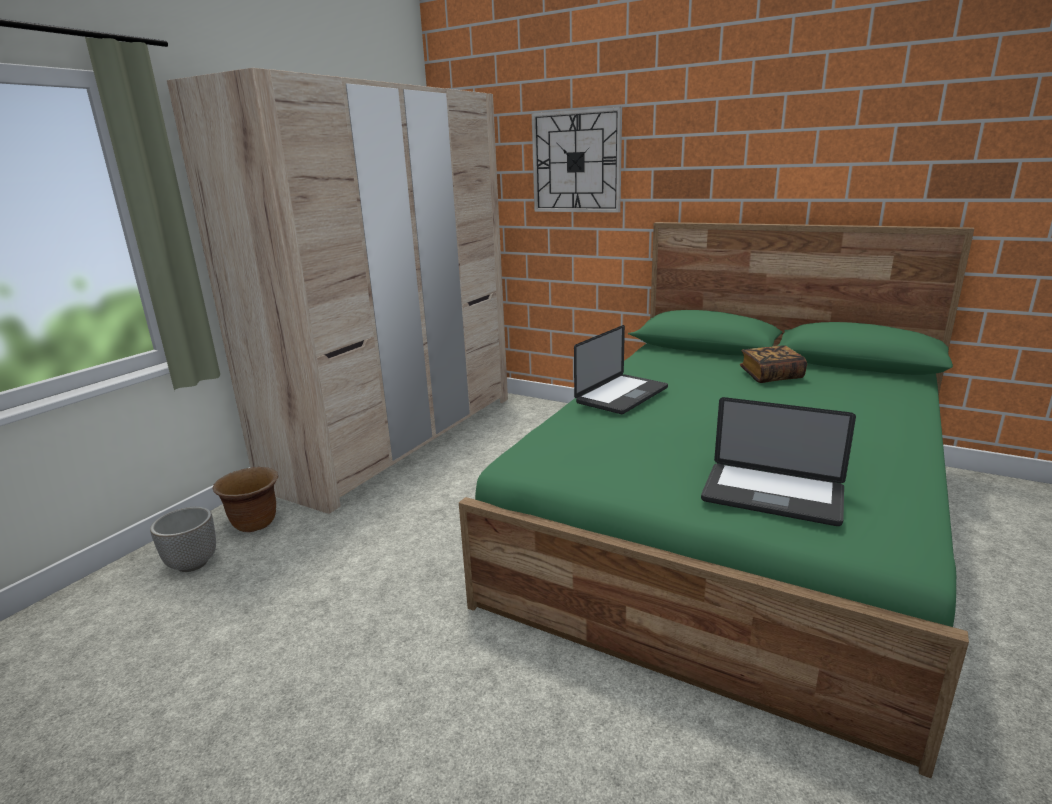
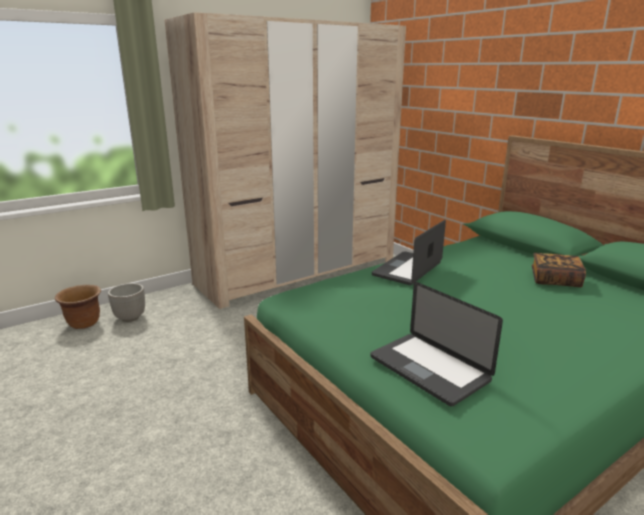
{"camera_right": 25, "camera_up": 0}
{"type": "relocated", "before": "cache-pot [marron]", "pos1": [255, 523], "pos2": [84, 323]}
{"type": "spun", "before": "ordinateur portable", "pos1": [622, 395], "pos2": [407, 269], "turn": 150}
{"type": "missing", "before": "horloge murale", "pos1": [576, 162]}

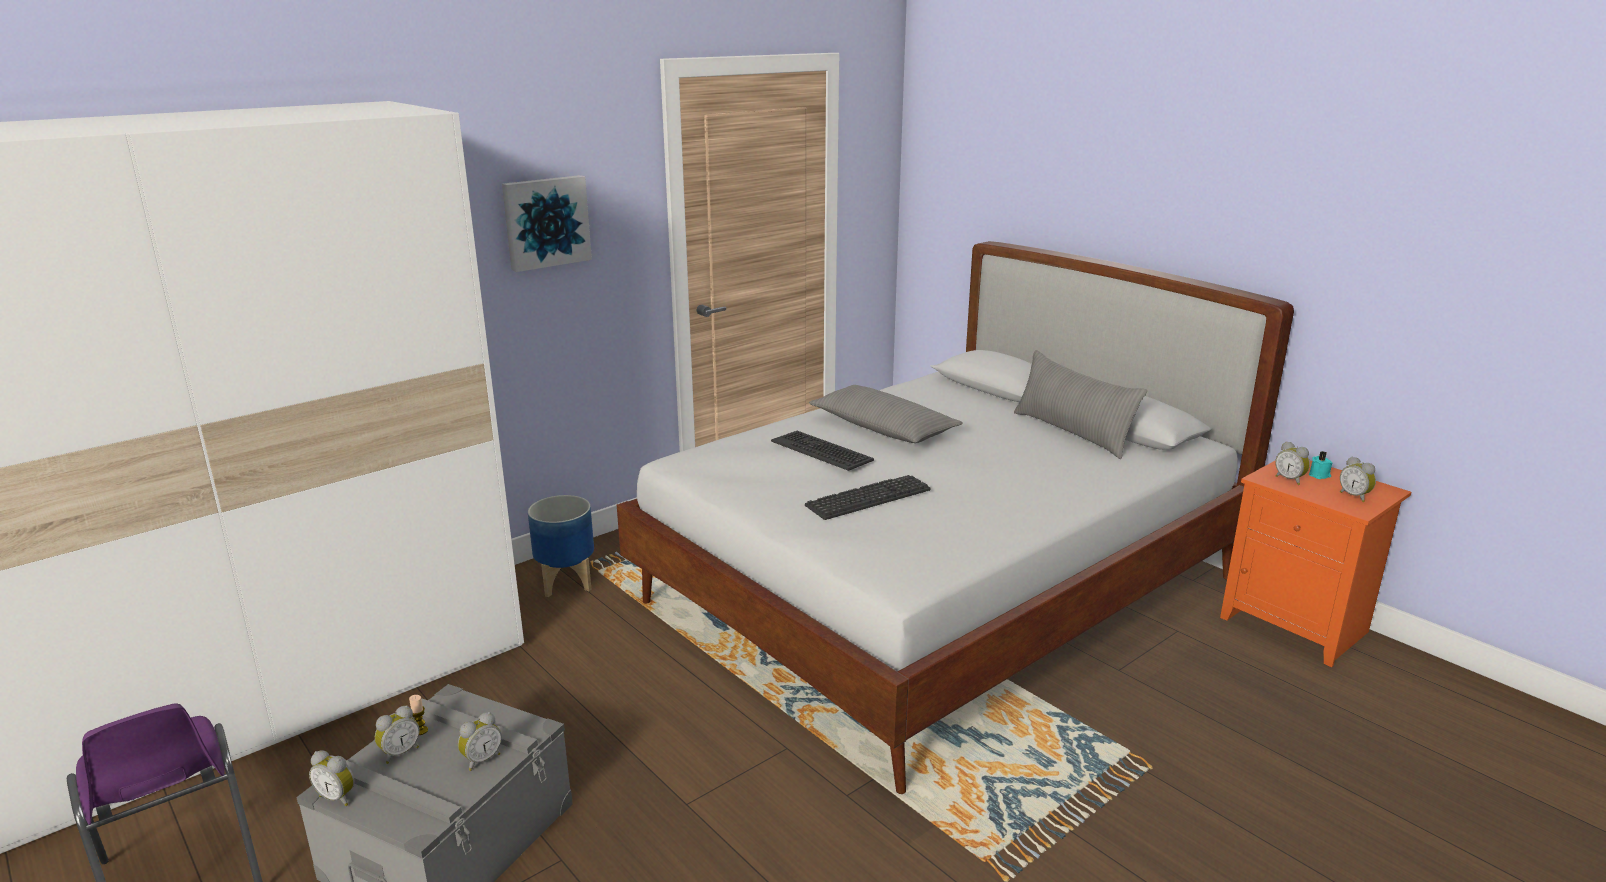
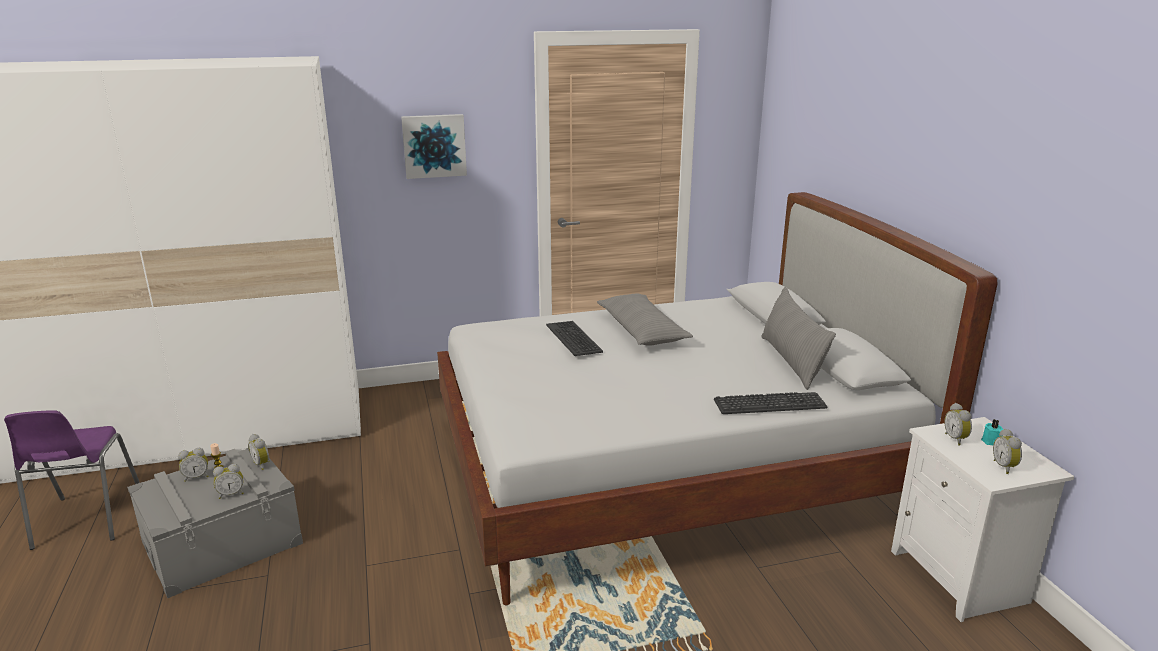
{"camera_right": 25, "camera_up": 0}
{"type": "relocated", "before": "réveil", "pos1": [338, 797], "pos2": [262, 464]}
{"type": "relocated", "before": "clavier", "pos1": [868, 498], "pos2": [769, 404]}
{"type": "colour", "before": "table de chevet [orange]", "after": "table de chevet [blanc]", "pos1": [1298, 625], "pos2": [961, 578]}
{"type": "missing", "before": "cache-pot", "pos1": [566, 582]}

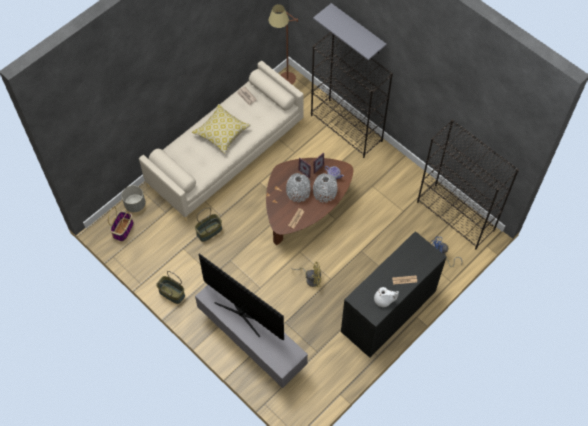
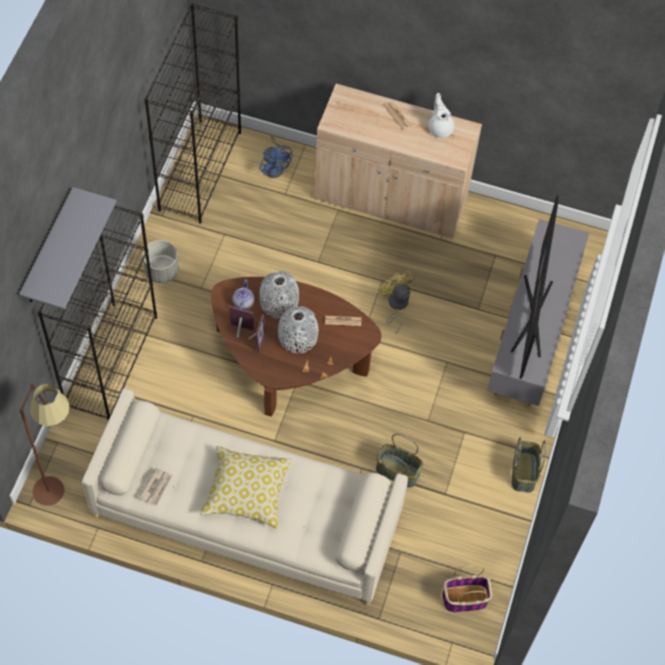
{"camera_right": -120, "camera_up": 0}
{"type": "relocated", "before": "cache-pot [gris]", "pos1": [135, 204], "pos2": [161, 271]}
{"type": "colour", "before": "meuble de rangement [noir]", "after": "meuble de rangement [beige]", "pos1": [388, 312], "pos2": [391, 198]}

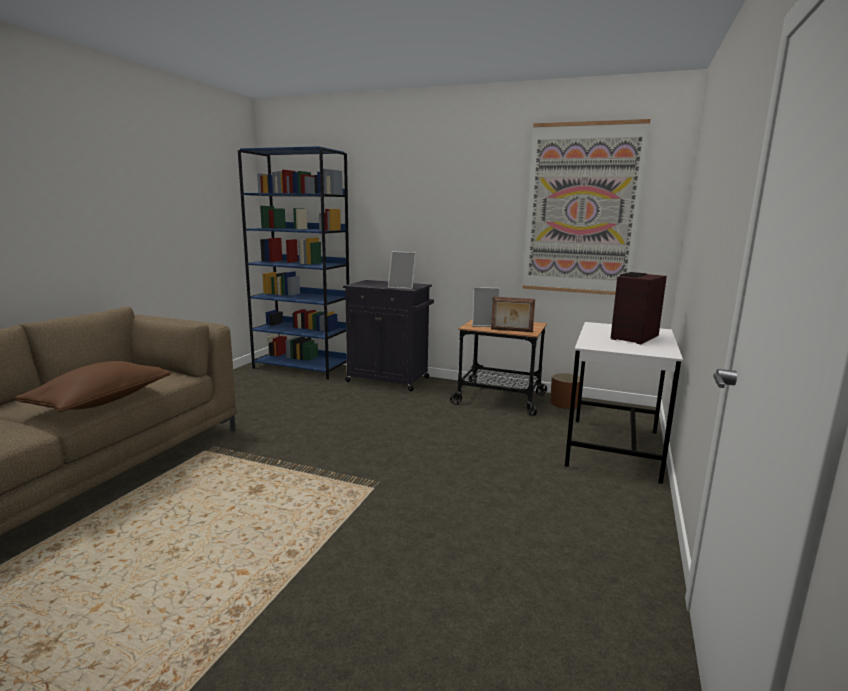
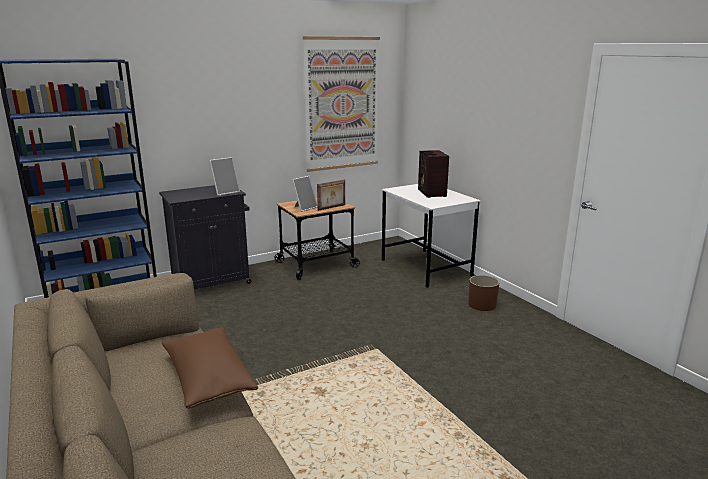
{"camera_right": -50, "camera_up": 5}
{"type": "relocated", "before": "cache-pot [marron]", "pos1": [565, 403], "pos2": [482, 305]}

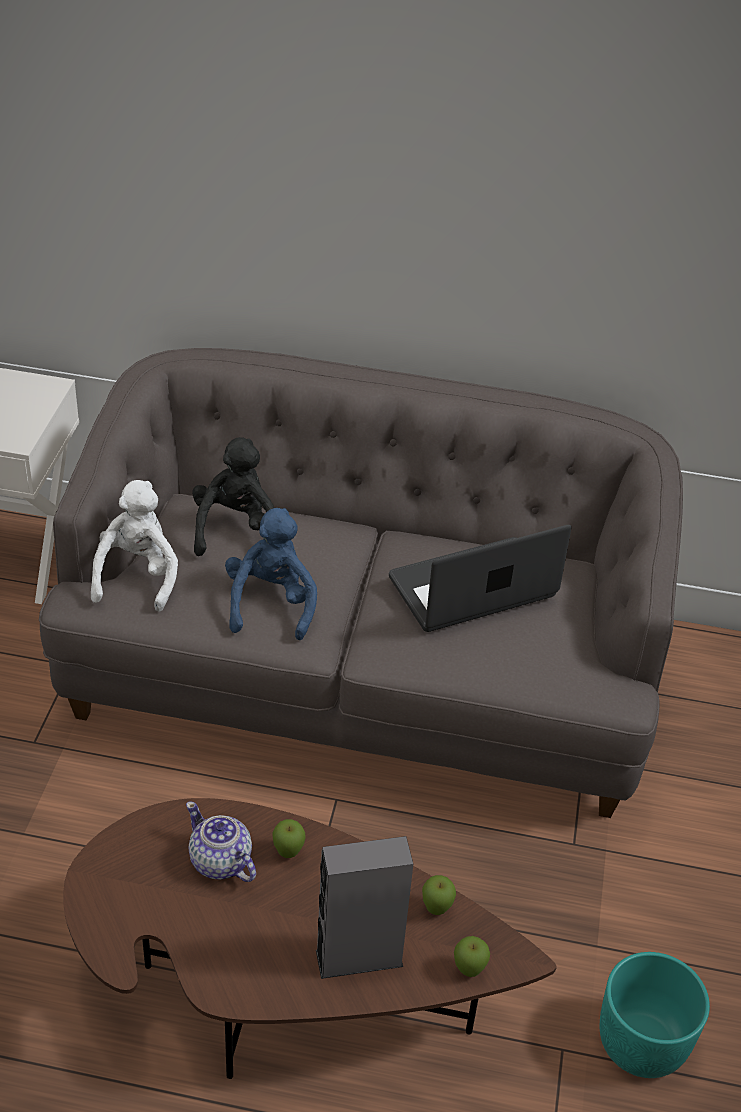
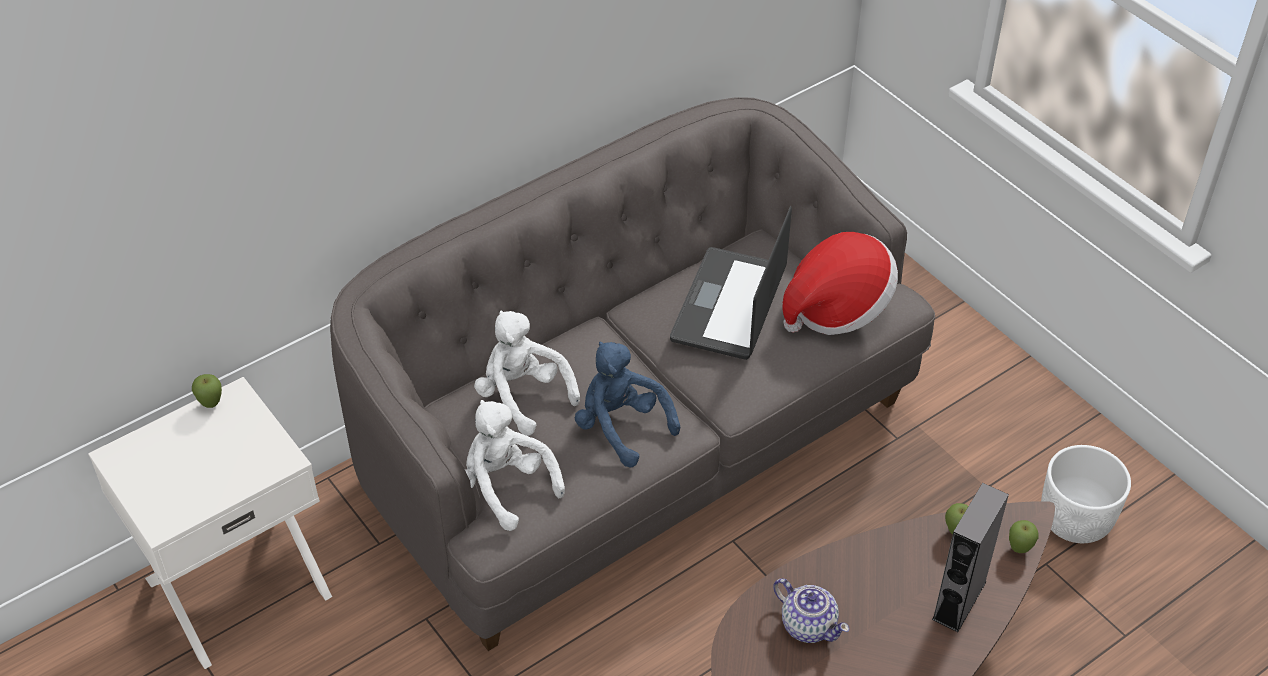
{"camera_right": -45, "camera_up": 5}
{"type": "relocated", "before": "pomme", "pos1": [288, 853], "pos2": [211, 404]}
{"type": "colour", "before": "peluche [noir]", "after": "peluche [blanc]", "pos1": [236, 531], "pos2": [523, 396]}
{"type": "spun", "before": "théière", "pos1": [220, 862], "pos2": [808, 625], "turn": -135}
{"type": "appeared", "after": "chapeau", "pos2": [837, 307]}
{"type": "colour", "before": "cache-pot [turquoise]", "after": "cache-pot [blanc]", "pos1": [642, 1043], "pos2": [1076, 519]}

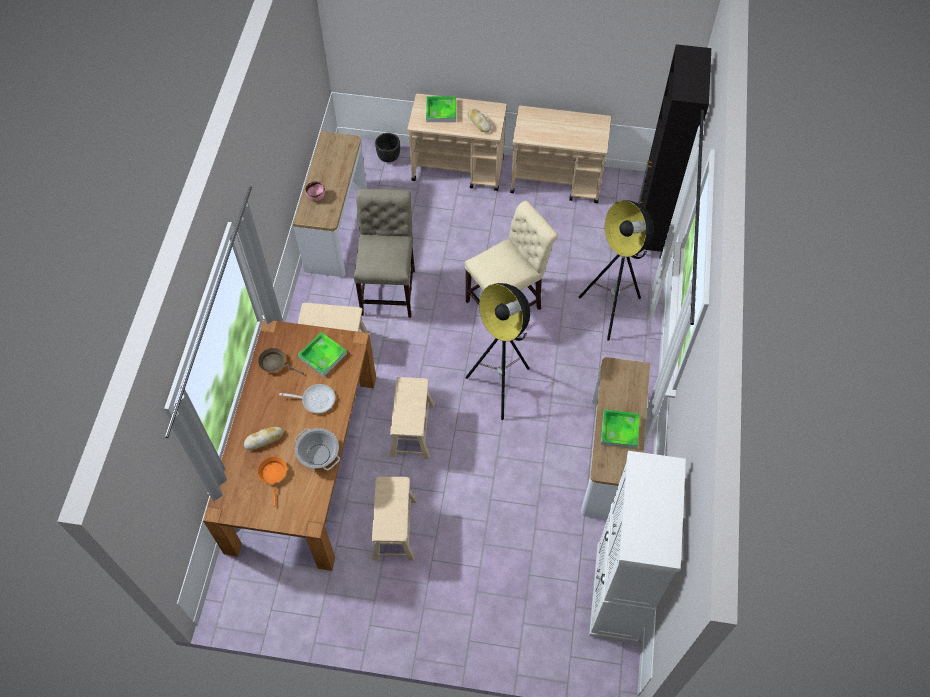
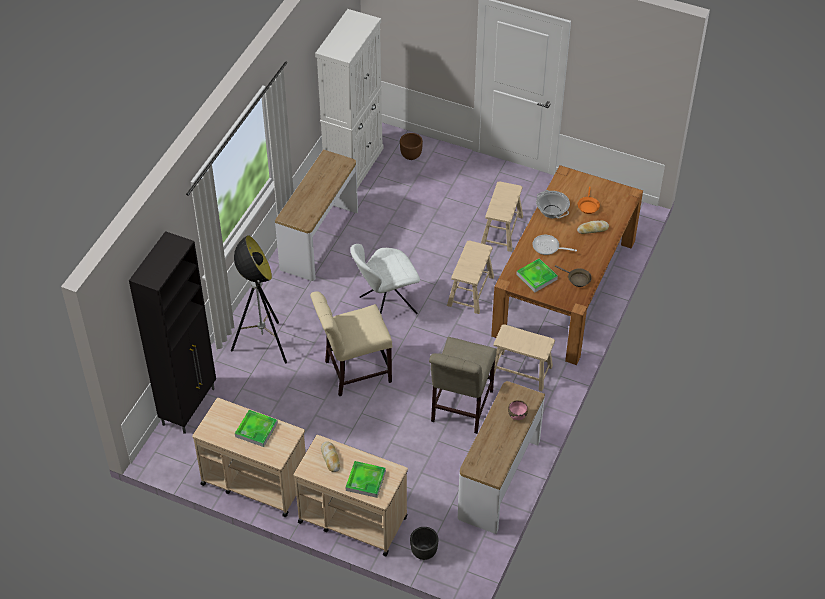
{"camera_right": -165, "camera_up": -10}
{"type": "relocated", "before": "plateau", "pos1": [619, 430], "pos2": [256, 430]}
{"type": "exchanged", "before": "lampadaire", "after": "chaise [blanc]", "pos1": [501, 387], "pos2": [386, 306]}
{"type": "appeared", "after": "cache-pot [marron]", "pos2": [411, 155]}

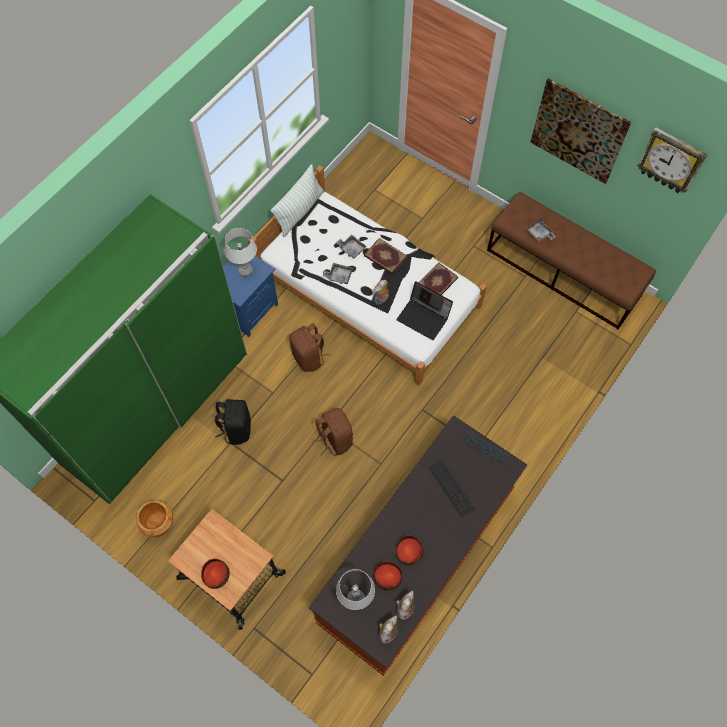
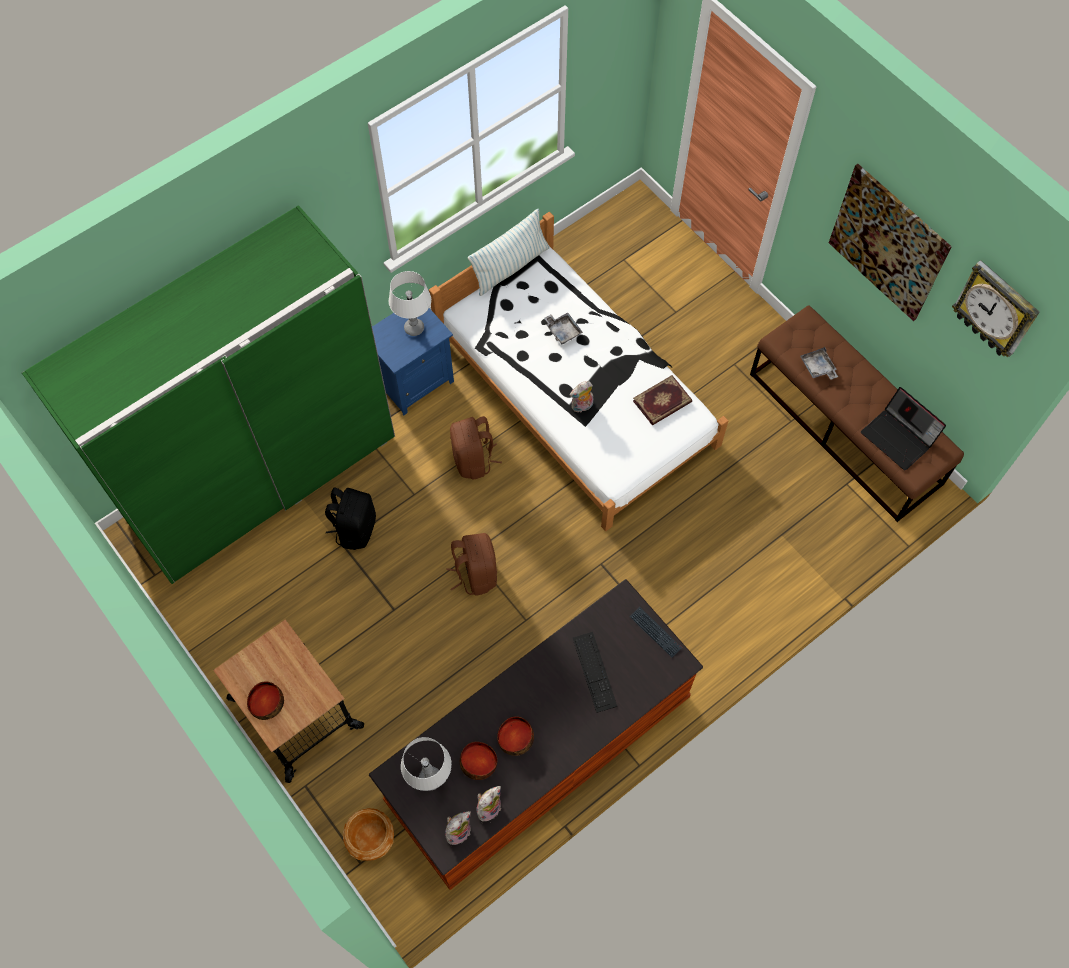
{"camera_right": 15, "camera_up": 0}
{"type": "relocated", "before": "cache-pot [marron]", "pos1": [158, 524], "pos2": [371, 839]}
{"type": "relocated", "before": "ordinateur portable", "pos1": [424, 317], "pos2": [898, 438]}
{"type": "missing", "before": "plateau [gris]", "pos1": [339, 276]}
{"type": "missing", "before": "livre", "pos1": [385, 257]}

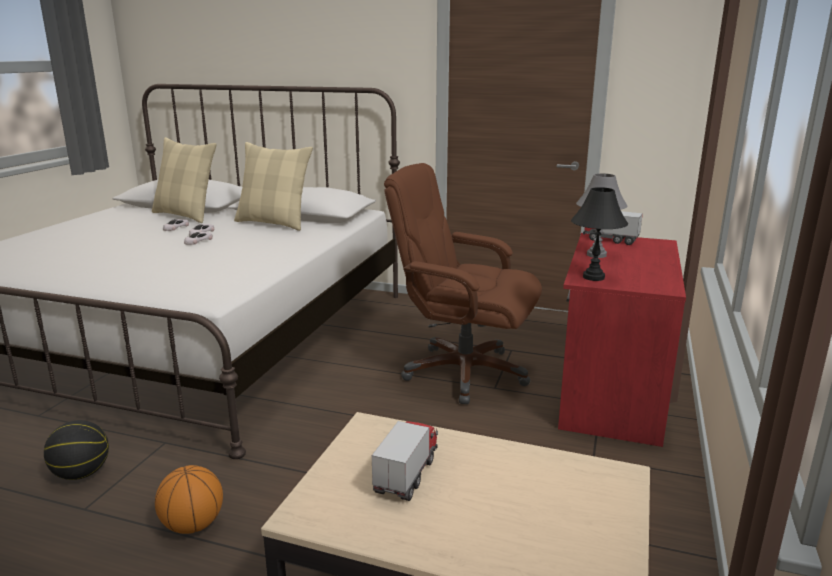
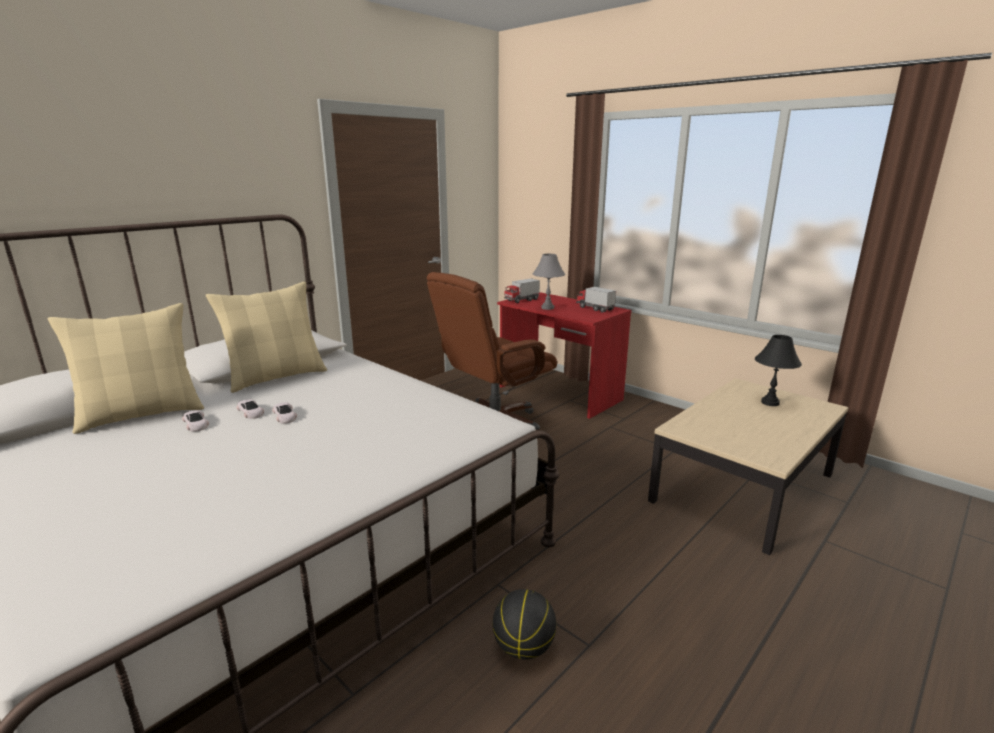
{"camera_right": -65, "camera_up": 0}
{"type": "relocated", "before": "camion jouet", "pos1": [406, 475], "pos2": [595, 308]}
{"type": "relocated", "before": "lampe de table [noir]", "pos1": [594, 277], "pos2": [770, 402]}
{"type": "missing", "before": "ballon de basket", "pos1": [193, 525]}

